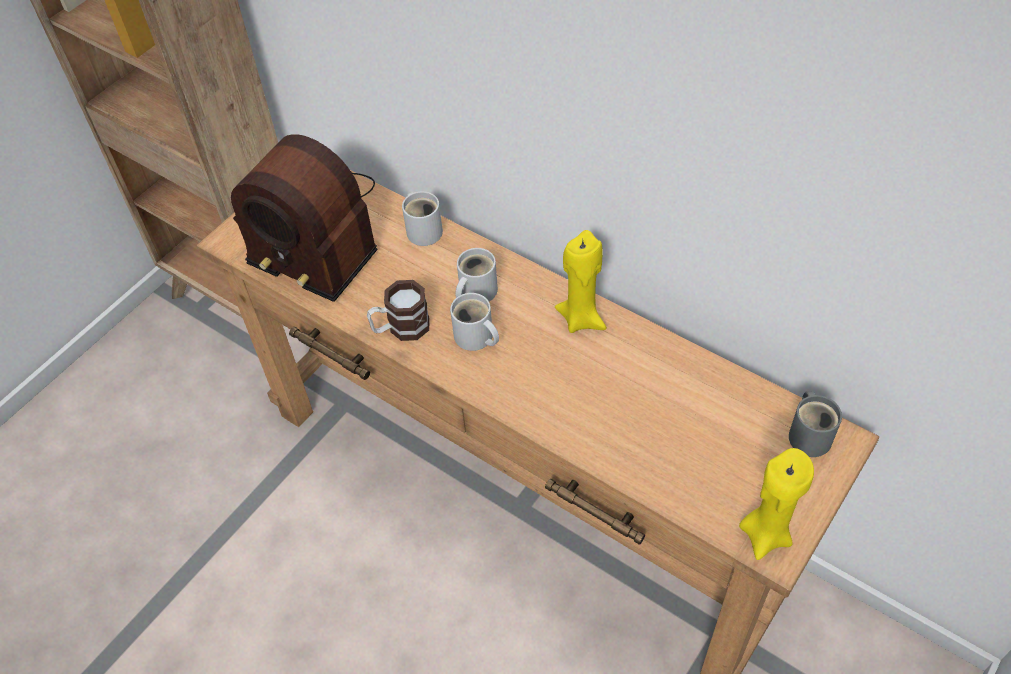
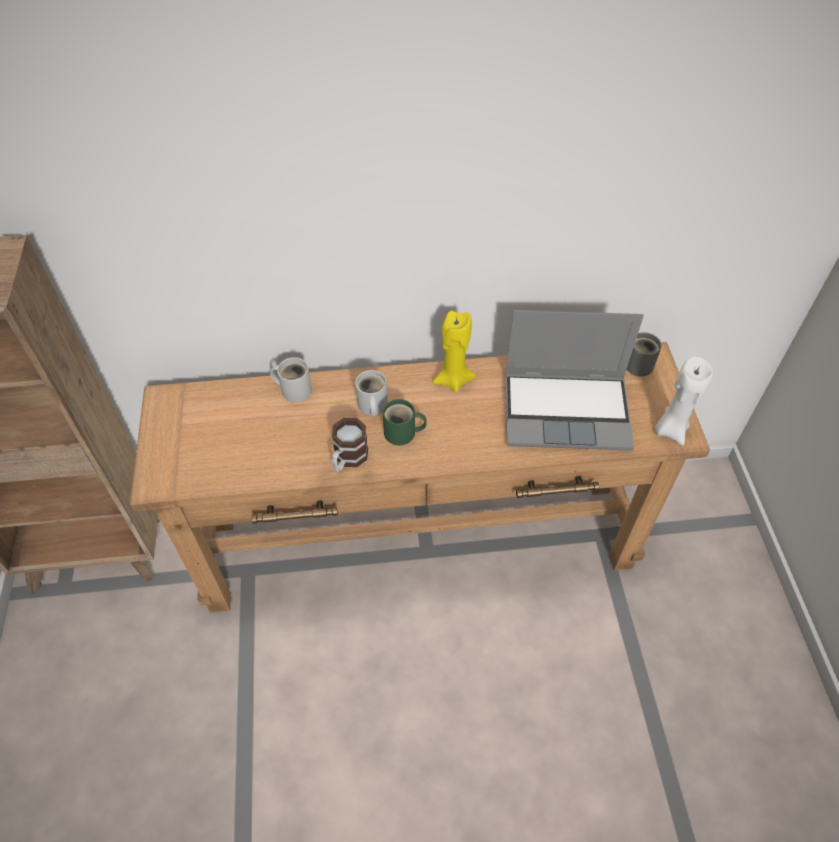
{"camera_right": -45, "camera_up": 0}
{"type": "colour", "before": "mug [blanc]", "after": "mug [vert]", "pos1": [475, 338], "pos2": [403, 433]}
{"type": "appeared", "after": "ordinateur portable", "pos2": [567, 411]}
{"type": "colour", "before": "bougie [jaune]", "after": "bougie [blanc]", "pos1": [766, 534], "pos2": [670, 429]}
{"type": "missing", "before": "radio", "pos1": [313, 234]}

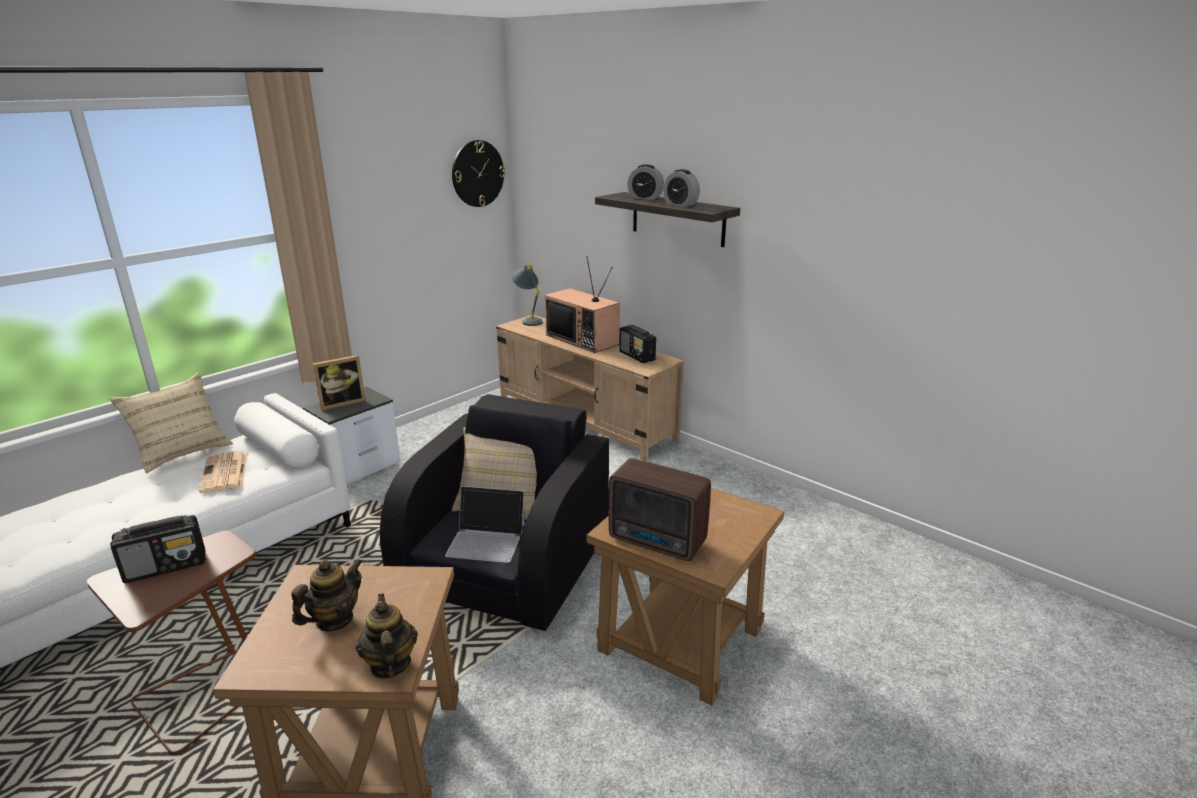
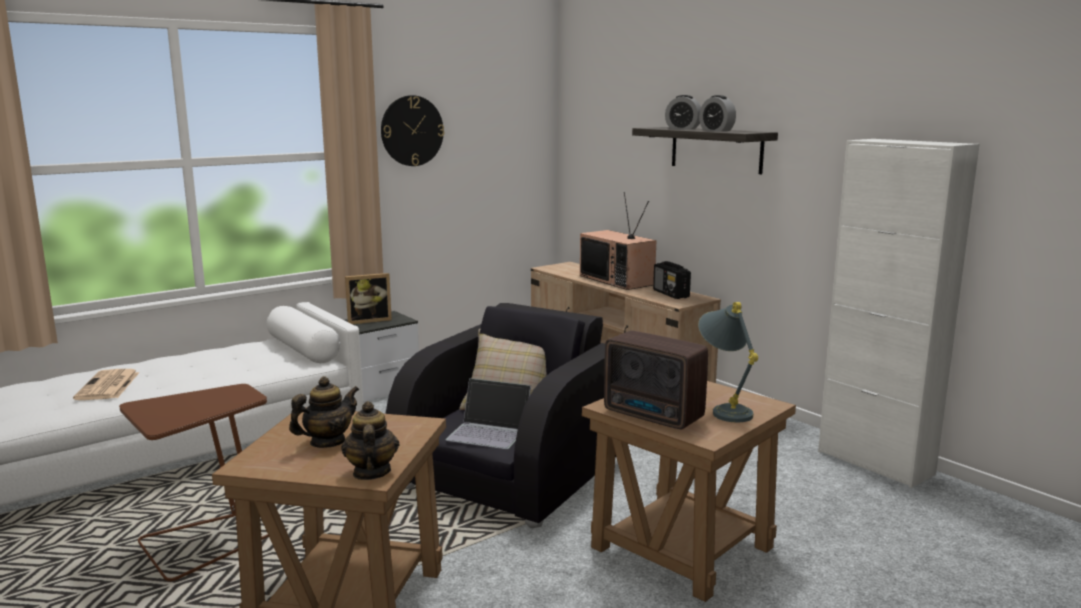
{"camera_right": 10, "camera_up": -10}
{"type": "relocated", "before": "journal", "pos1": [225, 473], "pos2": [108, 386]}
{"type": "relocated", "before": "horloge murale", "pos1": [477, 173], "pos2": [412, 131]}
{"type": "relocated", "before": "lampe de table [gris]", "pos1": [529, 320], "pos2": [725, 409]}
{"type": "appeared", "after": "meuble de rangement [blanc]", "pos2": [875, 463]}
{"type": "missing", "before": "coussin [beige]", "pos1": [182, 452]}
{"type": "missing", "before": "radio", "pos1": [166, 566]}

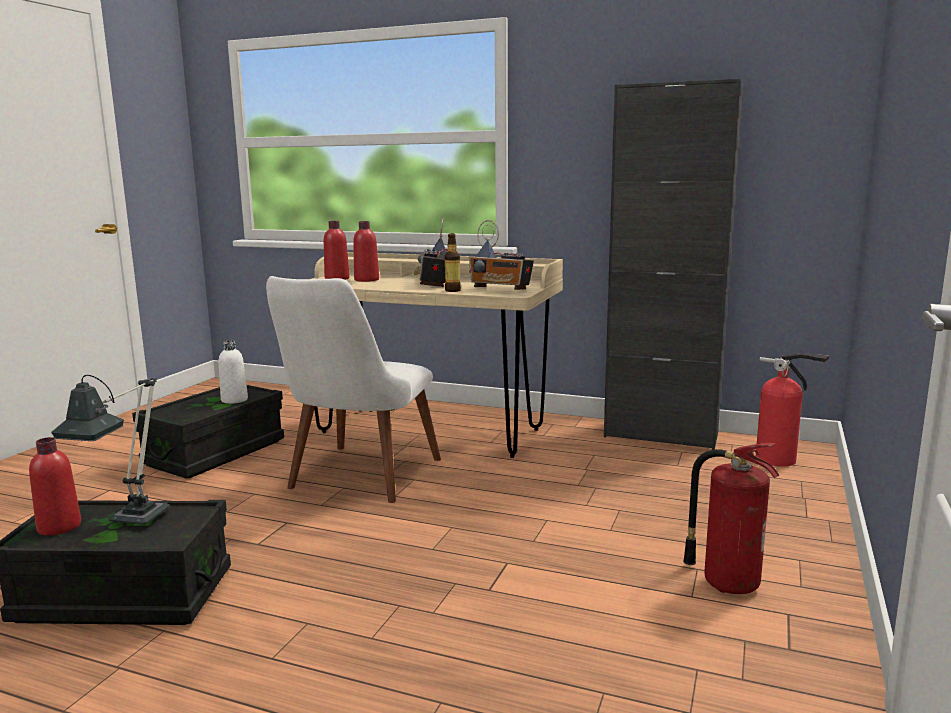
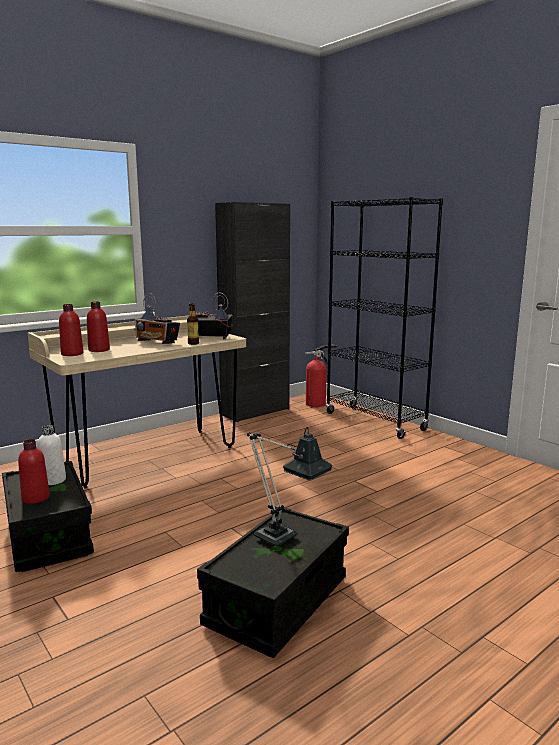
{"camera_right": -60, "camera_up": 0}
{"type": "relocated", "before": "bouteille [rouge]", "pos1": [59, 527], "pos2": [35, 498]}
{"type": "spun", "before": "radio", "pos1": [501, 289], "pos2": [211, 337], "turn": -135}
{"type": "appeared", "after": "bibliothèque [noir]", "pos2": [375, 422]}
{"type": "missing", "before": "chaise [blanc]", "pos1": [357, 480]}
{"type": "missing", "before": "extincteur", "pos1": [727, 582]}

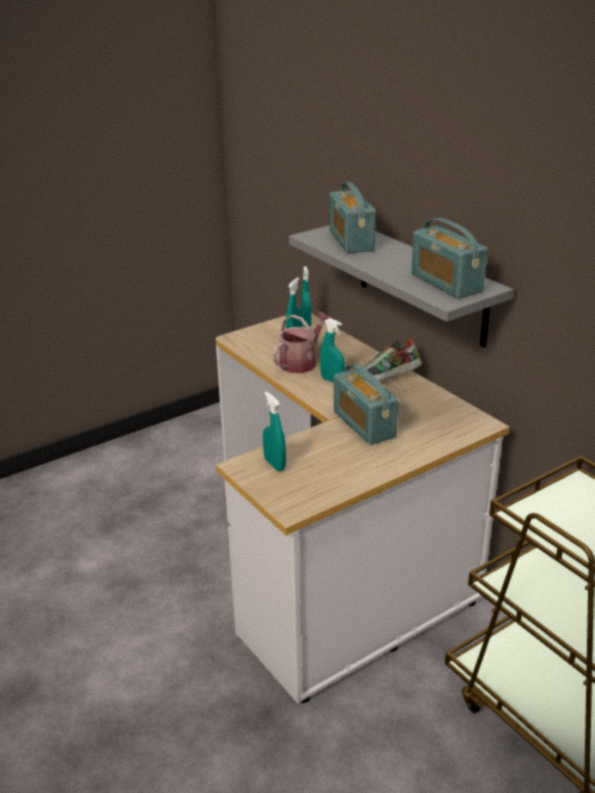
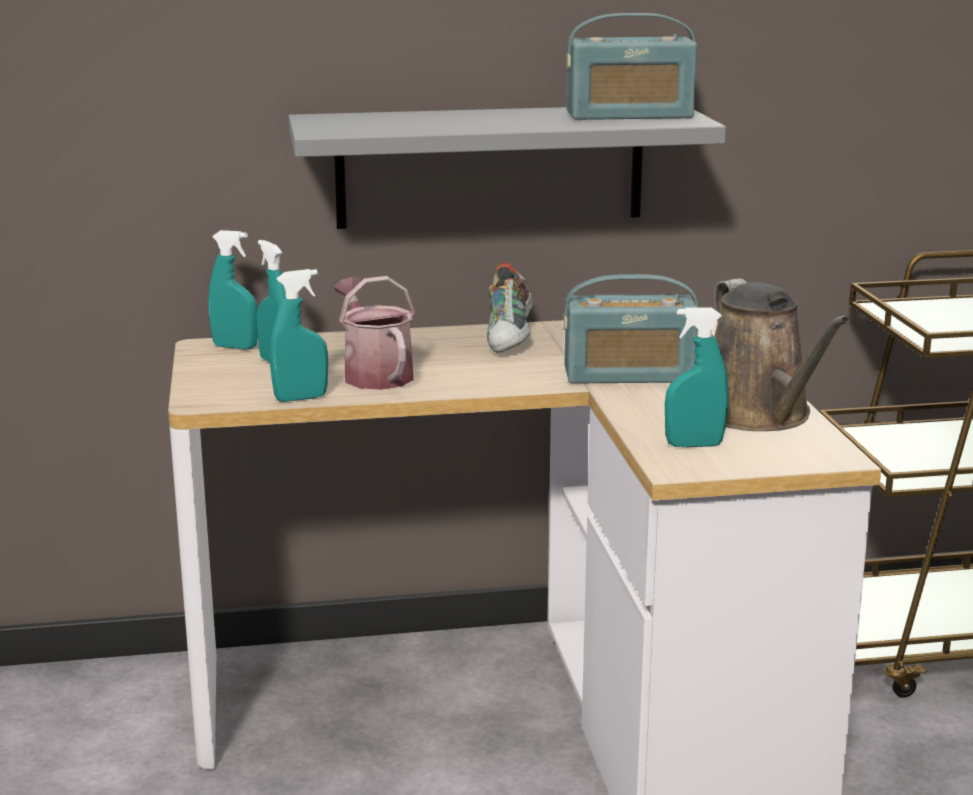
{"camera_right": -65, "camera_up": -10}
{"type": "relocated", "before": "vaporisateur [turquoise]", "pos1": [332, 380], "pos2": [301, 398]}
{"type": "appeared", "after": "arrosoir [marron]", "pos2": [759, 415]}
{"type": "missing", "before": "radio", "pos1": [351, 241]}

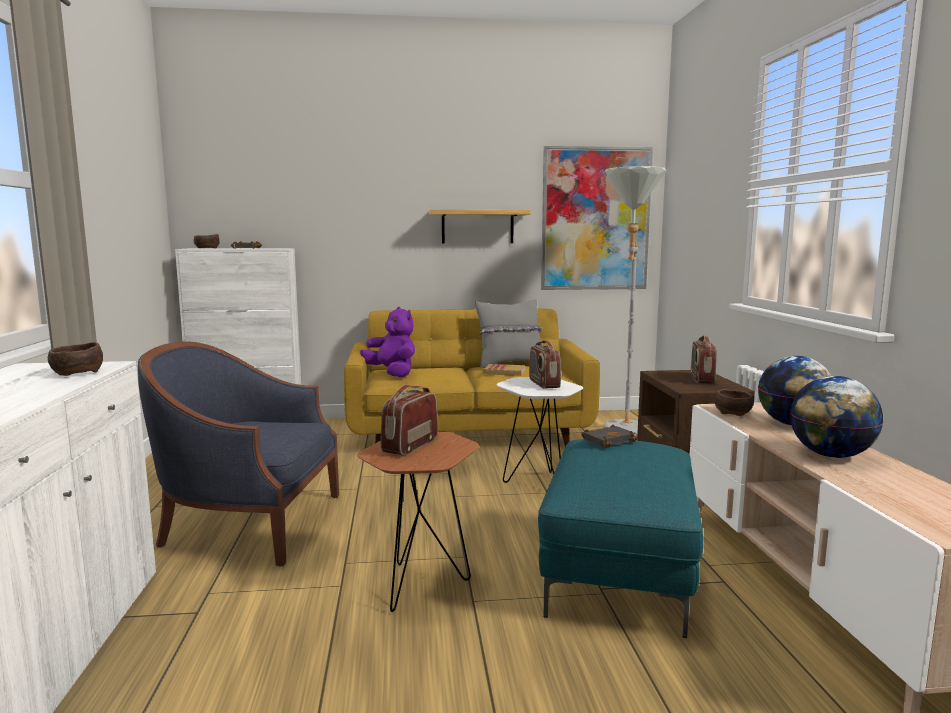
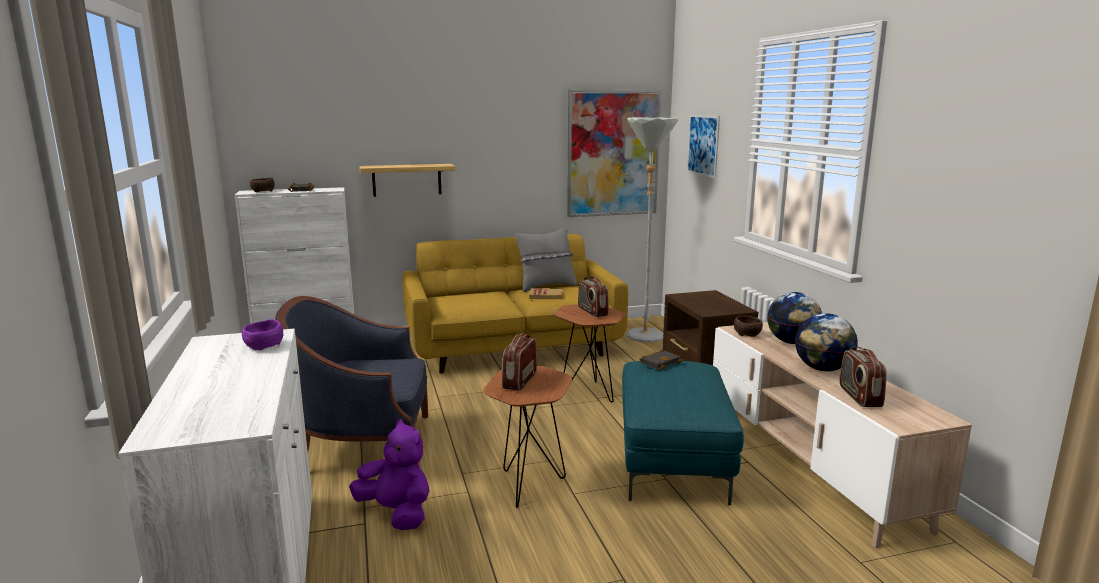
{"camera_right": -10, "camera_up": 5}
{"type": "colour", "before": "bol [marron]", "after": "bol [violet]", "pos1": [76, 373], "pos2": [263, 346]}
{"type": "relocated", "before": "peluche [violet]", "pos1": [392, 373], "pos2": [396, 513]}
{"type": "relocated", "before": "étagère", "pos1": [477, 226], "pos2": [407, 180]}
{"type": "colour", "before": "table d'appoint [blanc]", "after": "table d'appoint [marron]", "pos1": [537, 482], "pos2": [588, 391]}
{"type": "appeared", "after": "tableau", "pos2": [703, 145]}
{"type": "relocated", "before": "radio", "pos1": [701, 379], "pos2": [859, 397]}

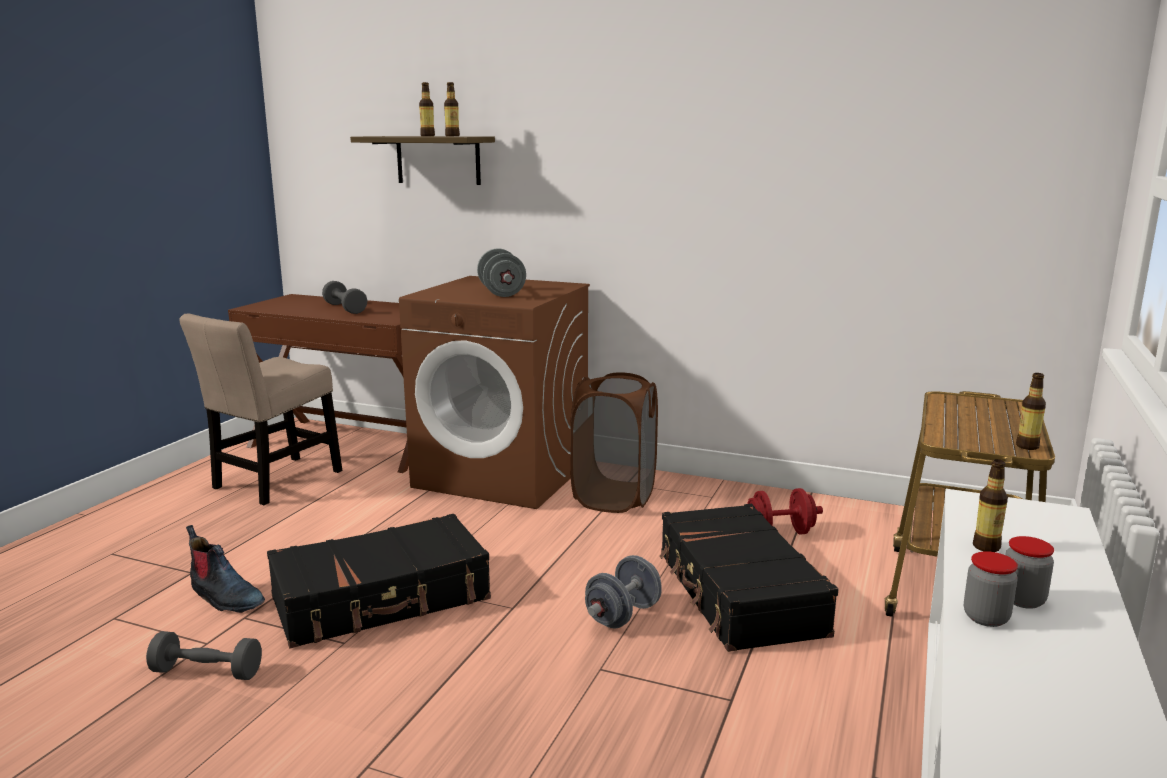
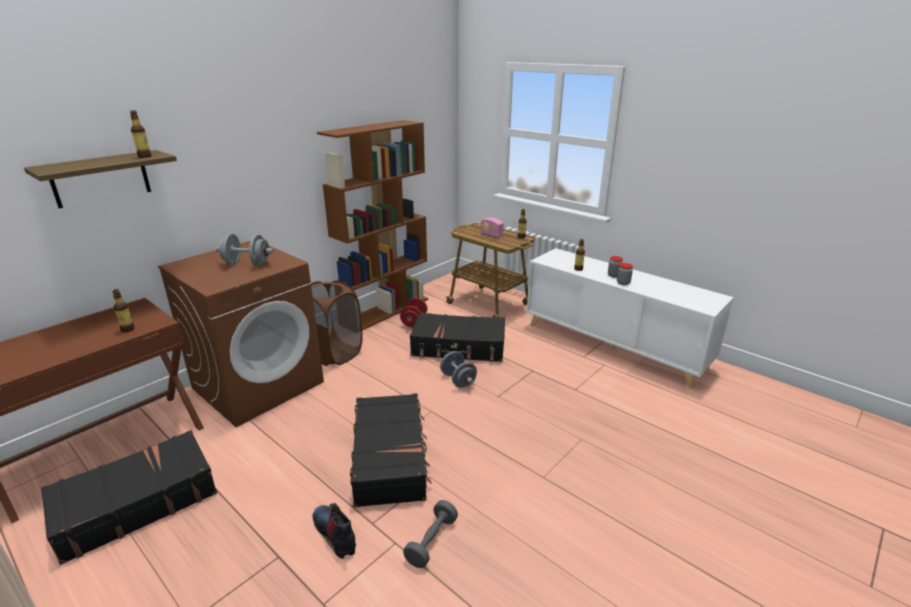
{"camera_right": -70, "camera_up": 10}
{"type": "exchanged", "before": "chaise [beige]", "after": "valise [noir]", "pos1": [273, 482], "pos2": [136, 503]}
{"type": "relocated", "before": "bouteille", "pos1": [427, 136], "pos2": [127, 329]}
{"type": "spun", "before": "botte", "pos1": [224, 597], "pos2": [336, 534], "turn": -90}
{"type": "appeared", "after": "bibliothèque [marron]", "pos2": [385, 311]}
{"type": "appeared", "after": "radio", "pos2": [491, 235]}
{"type": "missing", "before": "haltère [gris]", "pos1": [345, 308]}

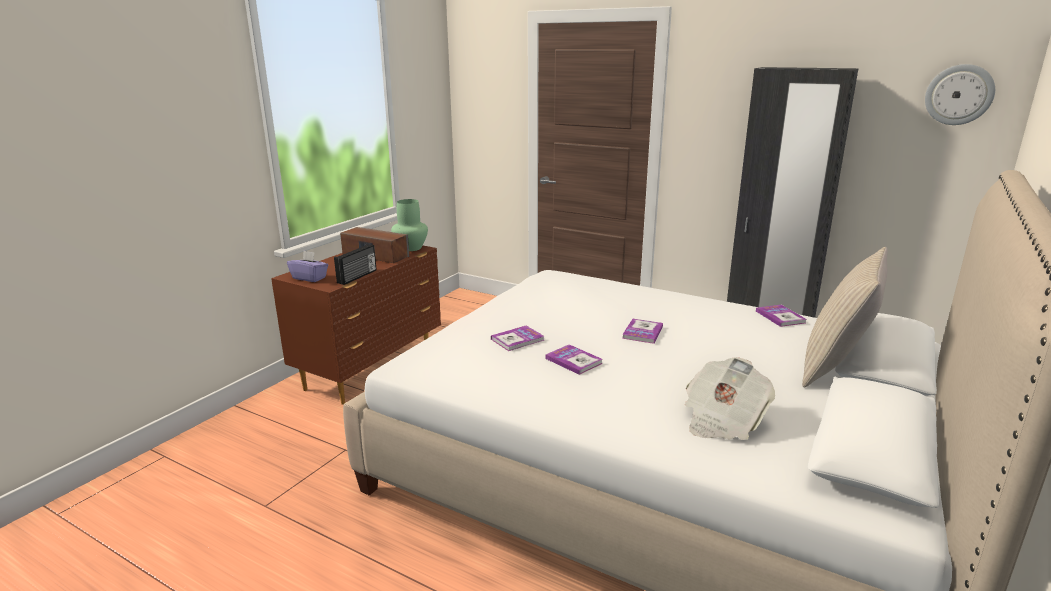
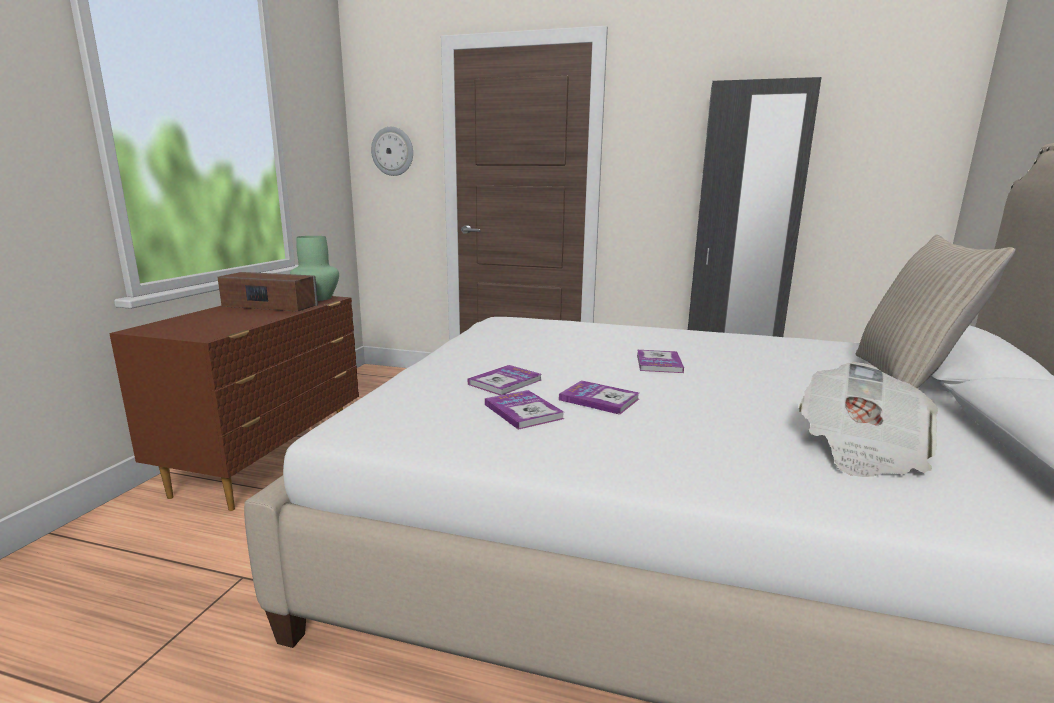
{"camera_right": -15, "camera_up": -5}
{"type": "relocated", "before": "horloge murale", "pos1": [959, 95], "pos2": [393, 151]}
{"type": "relocated", "before": "livre", "pos1": [780, 317], "pos2": [523, 411]}
{"type": "missing", "before": "boîte à mouchoirs [violet]", "pos1": [309, 278]}
{"type": "missing", "before": "radio", "pos1": [358, 276]}

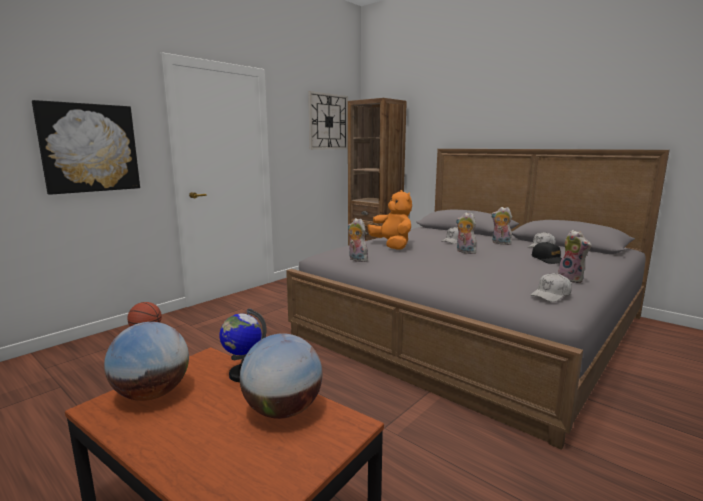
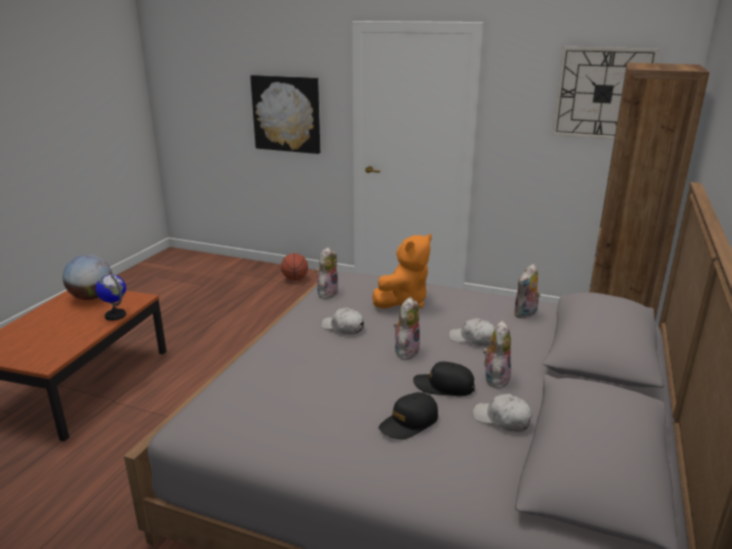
{"camera_right": 70, "camera_up": 10}
{"type": "relocated", "before": "casquette [blanc]", "pos1": [551, 295], "pos2": [343, 327]}
{"type": "appeared", "after": "casquette [noir]", "pos2": [444, 386]}
{"type": "relocated", "before": "peluche", "pos1": [572, 279], "pos2": [526, 314]}
{"type": "missing", "before": "globe", "pos1": [283, 410]}

